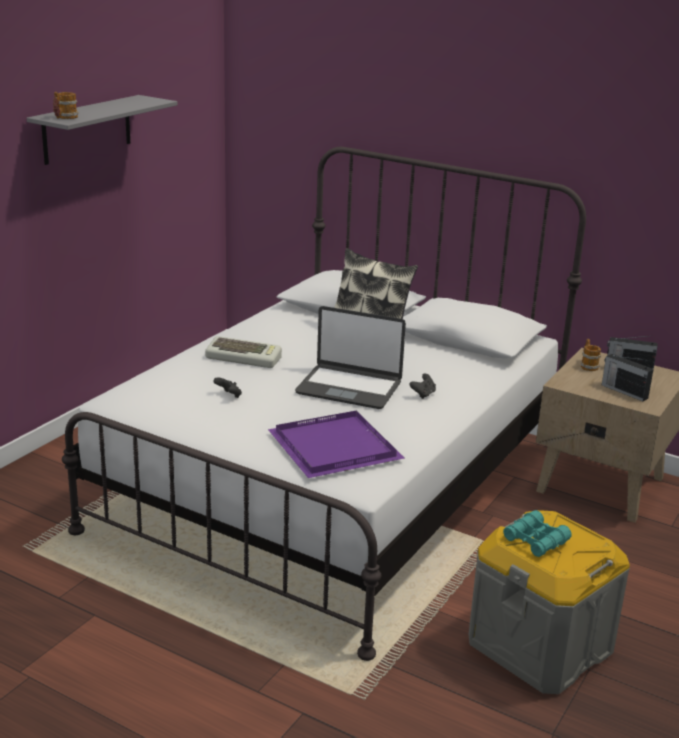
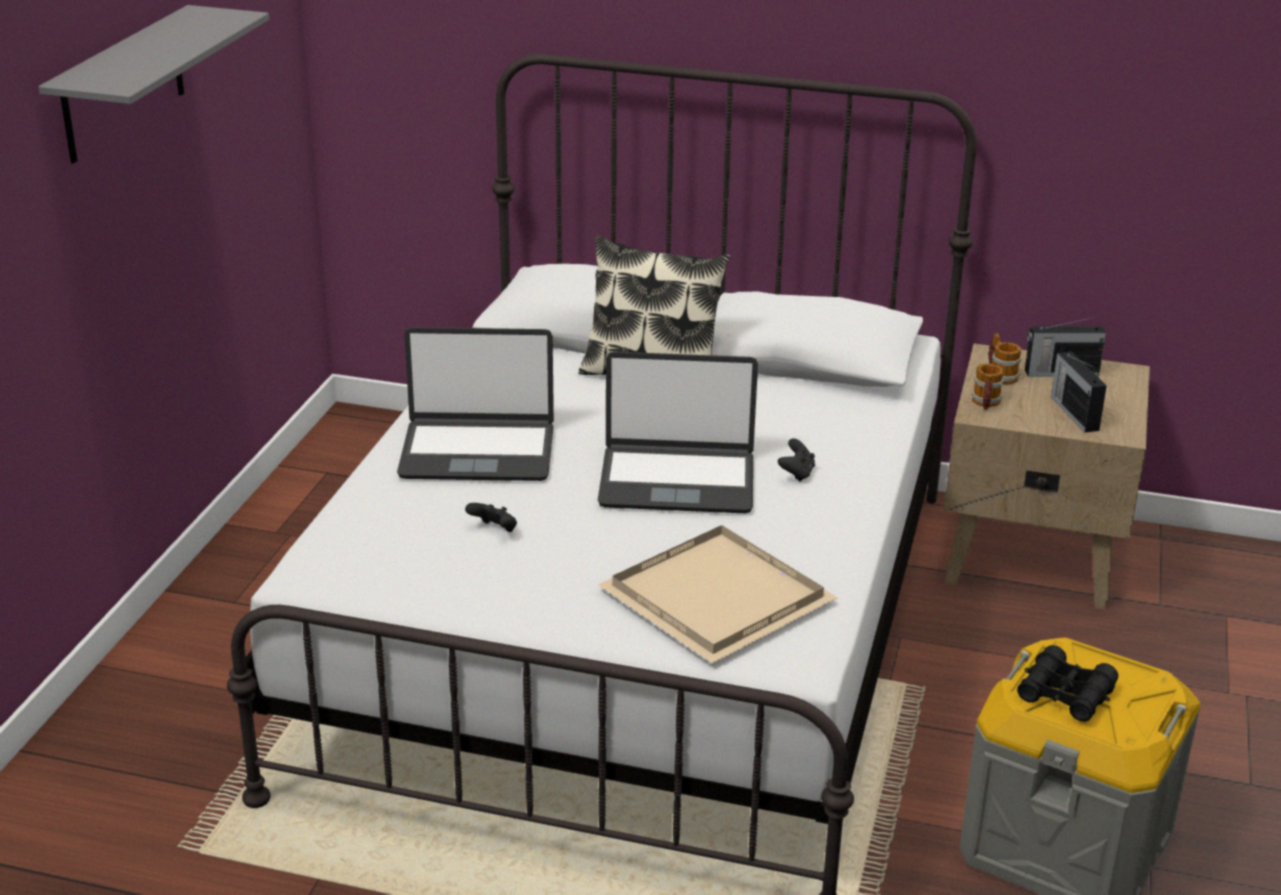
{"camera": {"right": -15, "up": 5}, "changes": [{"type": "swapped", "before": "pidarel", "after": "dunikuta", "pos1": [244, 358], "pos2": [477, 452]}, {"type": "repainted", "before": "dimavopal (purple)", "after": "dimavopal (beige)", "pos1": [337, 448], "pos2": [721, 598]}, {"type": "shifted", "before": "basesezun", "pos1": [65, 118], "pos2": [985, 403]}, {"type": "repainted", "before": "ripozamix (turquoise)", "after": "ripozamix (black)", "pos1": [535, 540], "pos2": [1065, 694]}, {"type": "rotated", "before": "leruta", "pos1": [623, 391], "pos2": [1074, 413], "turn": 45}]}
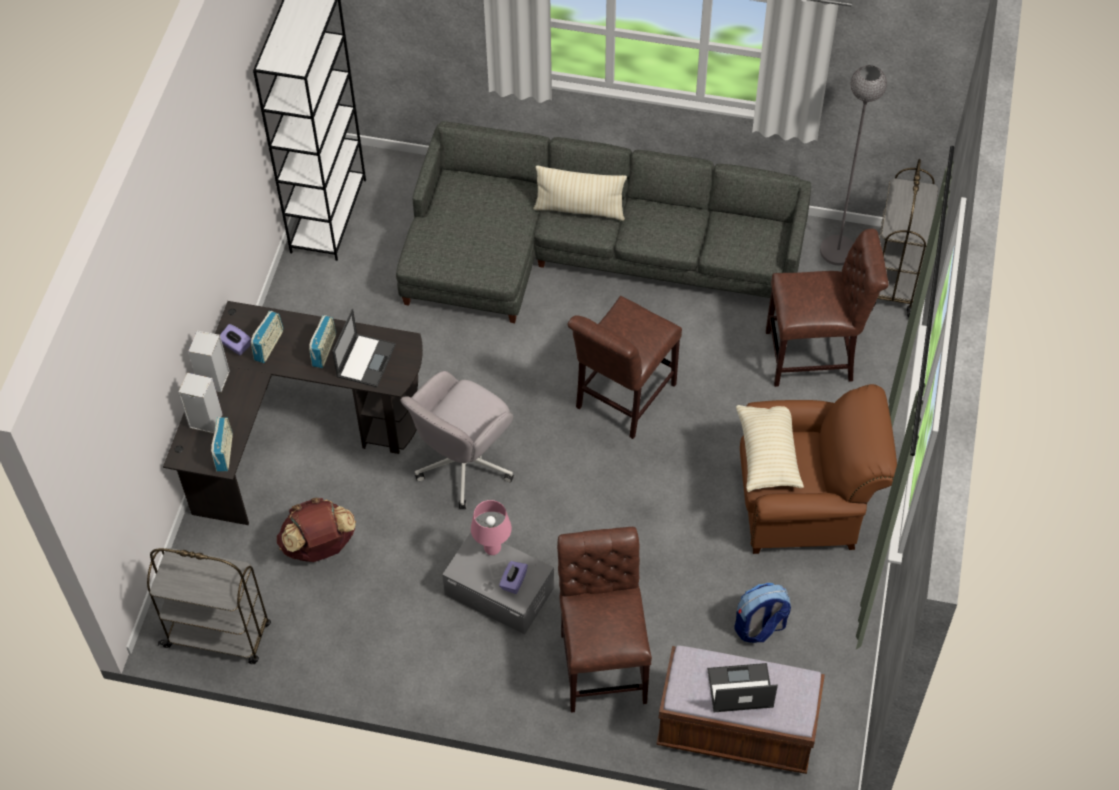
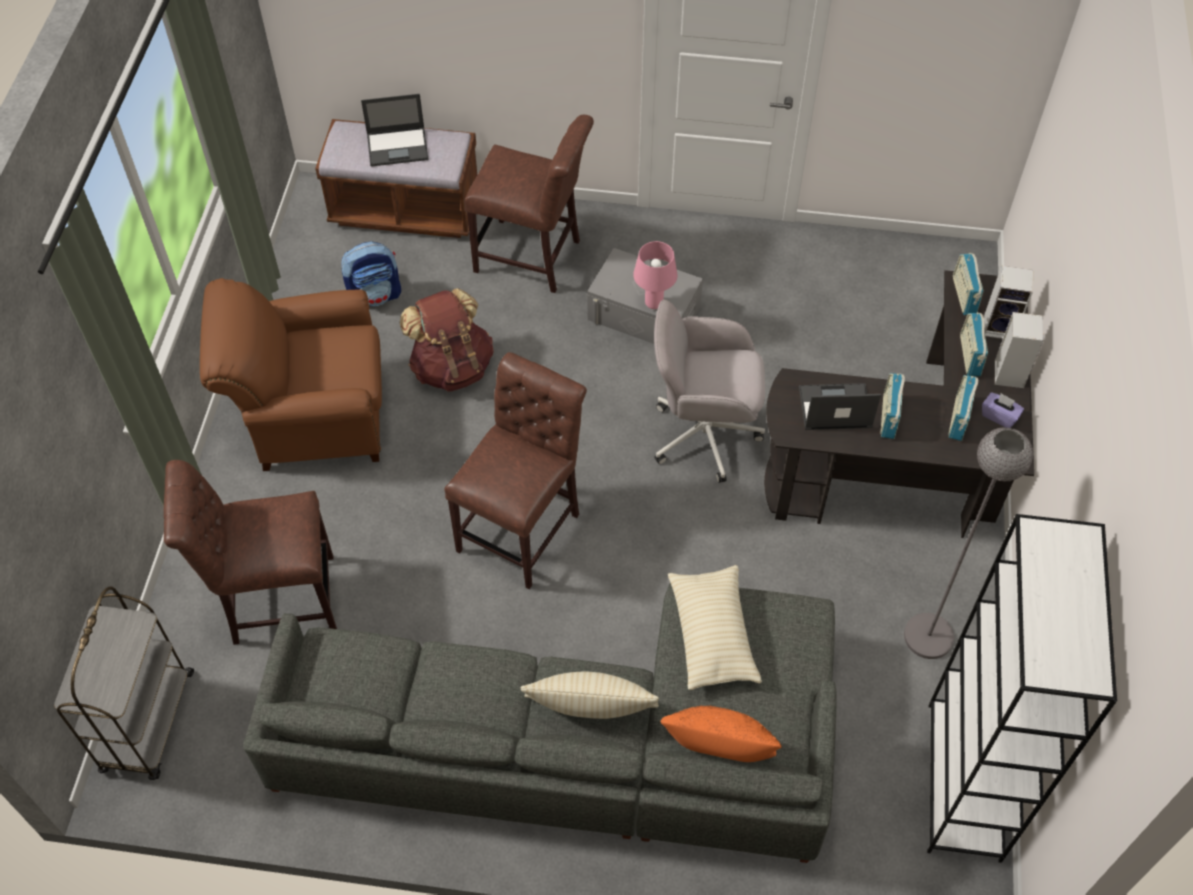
{"camera": {"right": 175, "up": 0}, "changes": [{"type": "shifted", "before": "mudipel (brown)", "pos1": [320, 546], "pos2": [451, 367]}, {"type": "rotated", "before": "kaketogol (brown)", "pos1": [603, 661], "pos2": [533, 258], "turn": -60}, {"type": "rotated", "before": "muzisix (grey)", "pos1": [464, 467], "pos2": [702, 436], "turn": -120}, {"type": "new", "after": "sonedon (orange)", "pos2": [717, 756]}, {"type": "shifted", "before": "sonedon (beige)", "pos1": [768, 454], "pos2": [712, 635]}, {"type": "rotated", "before": "dunikuta", "pos1": [366, 360], "pos2": [834, 407], "turn": 75}, {"type": "shifted", "before": "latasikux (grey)", "pos1": [838, 251], "pos2": [928, 637]}, {"type": "new", "after": "leruta", "pos2": [970, 355]}, {"type": "gone", "before": "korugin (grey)", "pos1": [219, 636]}, {"type": "gone", "before": "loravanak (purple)", "pos1": [513, 582]}]}
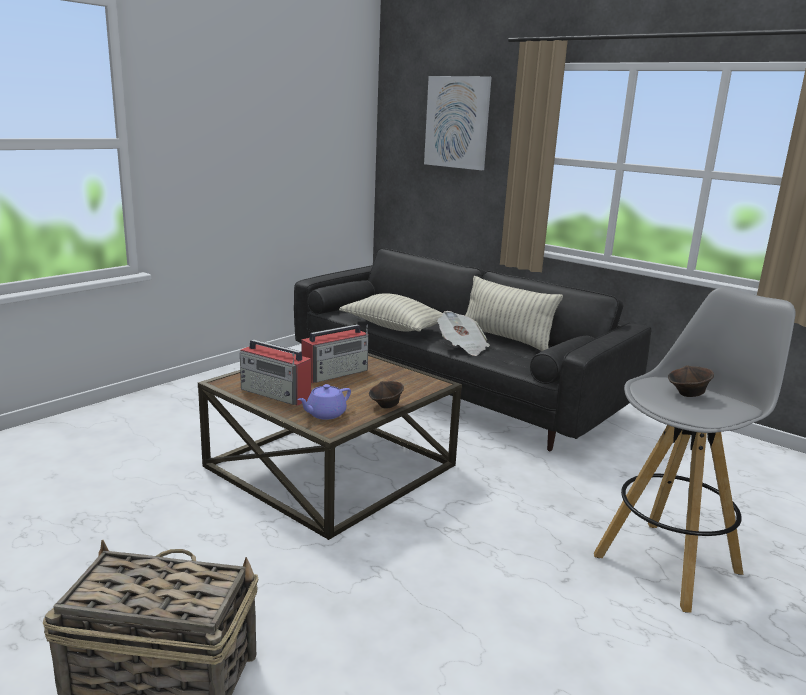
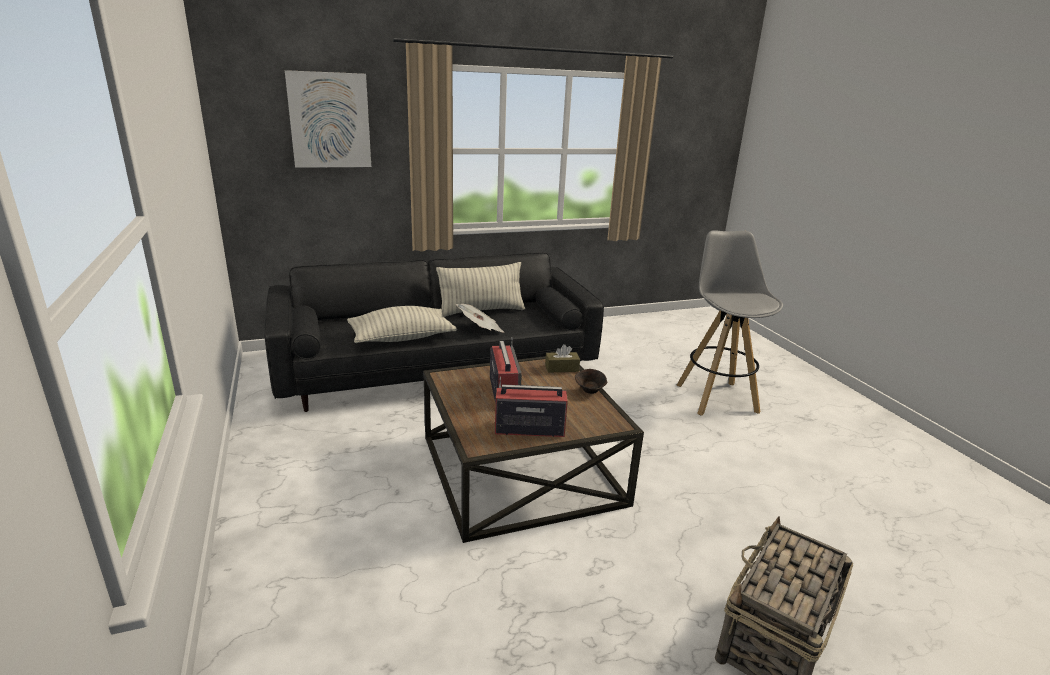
{"camera": {"right": -60, "up": 5}, "changes": [{"type": "rotated", "before": "leruta", "pos1": [276, 394], "pos2": [528, 429], "turn": -150}, {"type": "new", "after": "loravanak (brown)", "pos2": [561, 368]}, {"type": "gone", "before": "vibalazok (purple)", "pos1": [325, 414]}, {"type": "gone", "before": "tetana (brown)", "pos1": [687, 394]}]}
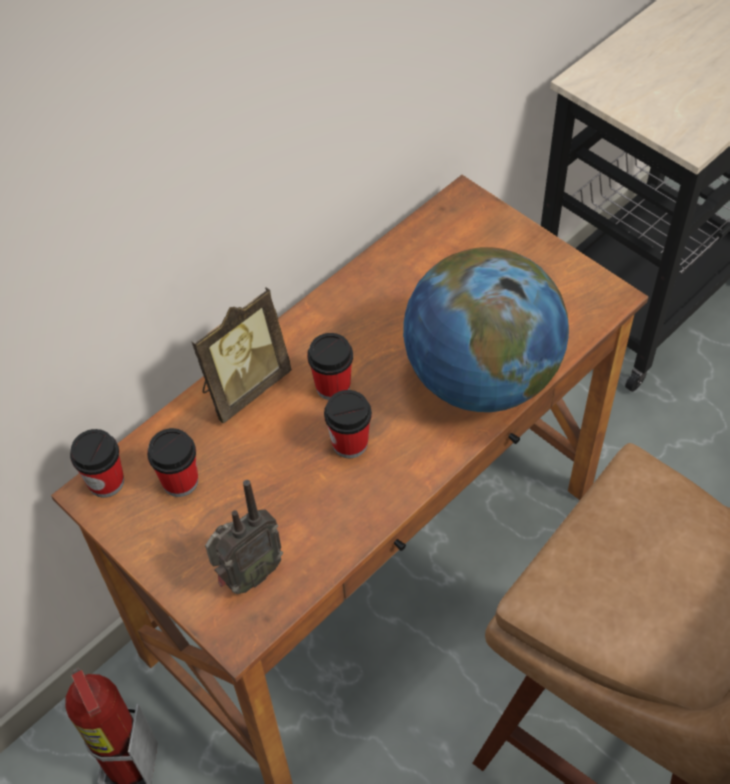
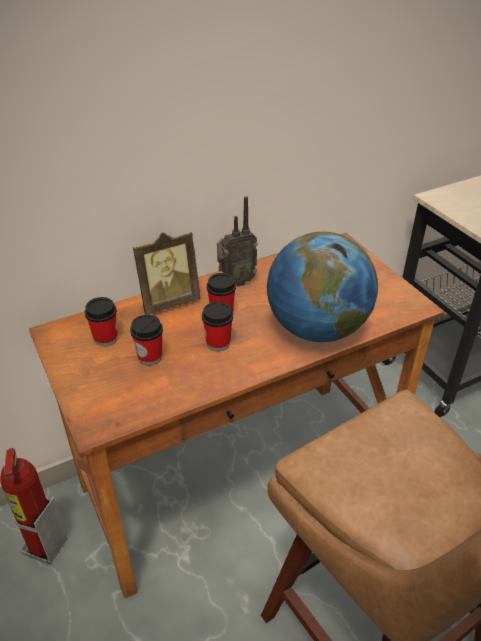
{"camera": {"right": 15, "up": -15}, "changes": [{"type": "shifted", "before": "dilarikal", "pos1": [106, 482], "pos2": [150, 357]}, {"type": "shifted", "before": "leruta", "pos1": [248, 575], "pos2": [235, 282]}]}
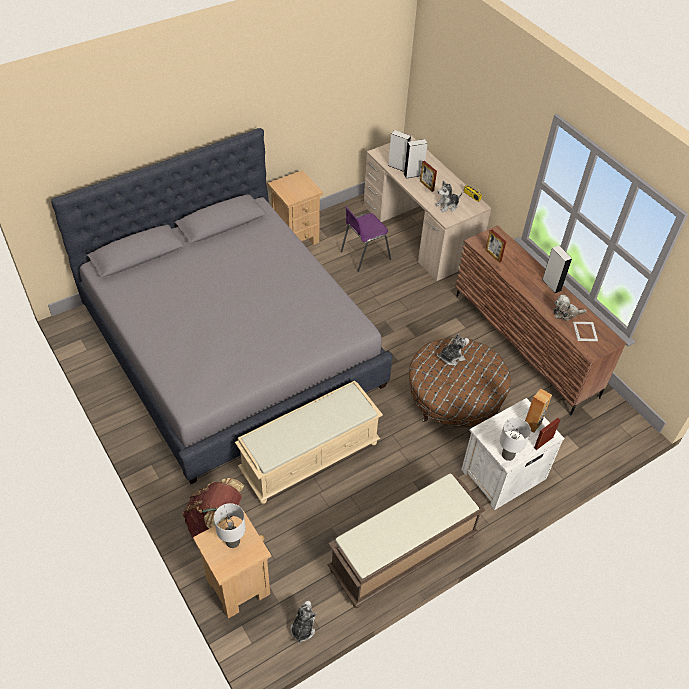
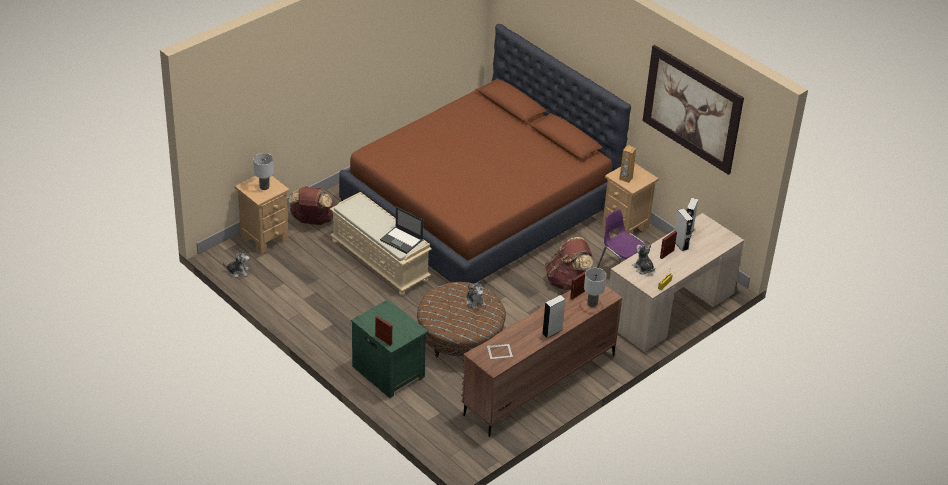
{"camera": {"right": 80, "up": -10}, "changes": [{"type": "repainted", "before": "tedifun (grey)", "after": "tedifun (brown)", "pos1": [231, 345], "pos2": [480, 205]}, {"type": "repainted", "before": "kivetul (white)", "after": "kivetul (green)", "pos1": [502, 474], "pos2": [388, 370]}, {"type": "new", "after": "dunikuta", "pos2": [402, 240]}, {"type": "new", "after": "mudipel (brown)", "pos2": [567, 281]}, {"type": "shifted", "before": "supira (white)", "pos1": [507, 456], "pos2": [592, 303]}, {"type": "shifted", "before": "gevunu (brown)", "pos1": [532, 425], "pos2": [625, 178]}, {"type": "new", "after": "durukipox", "pos2": [692, 109]}, {"type": "gone", "before": "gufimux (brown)", "pos1": [403, 554]}, {"type": "gone", "before": "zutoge", "pos1": [566, 313]}]}
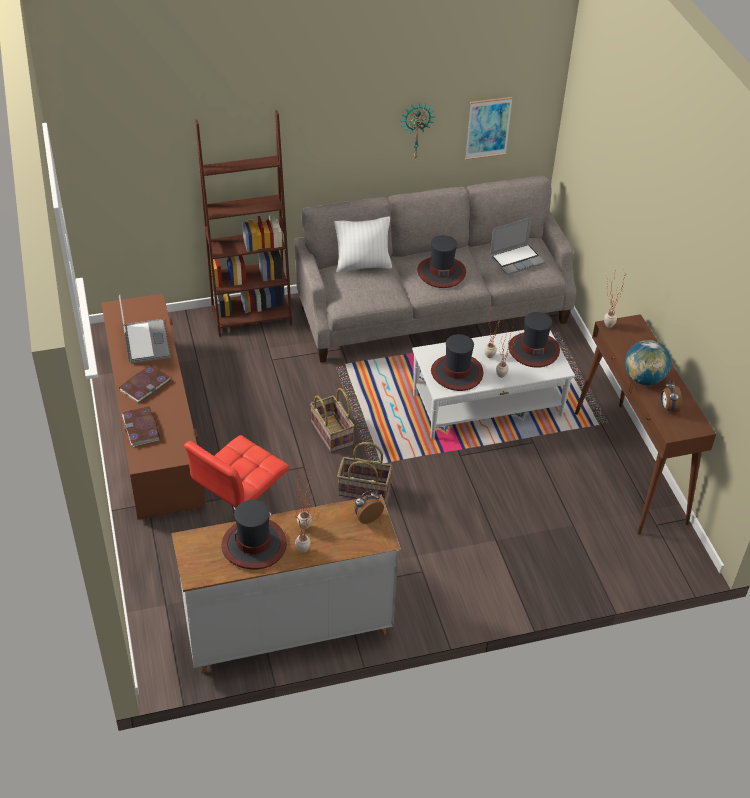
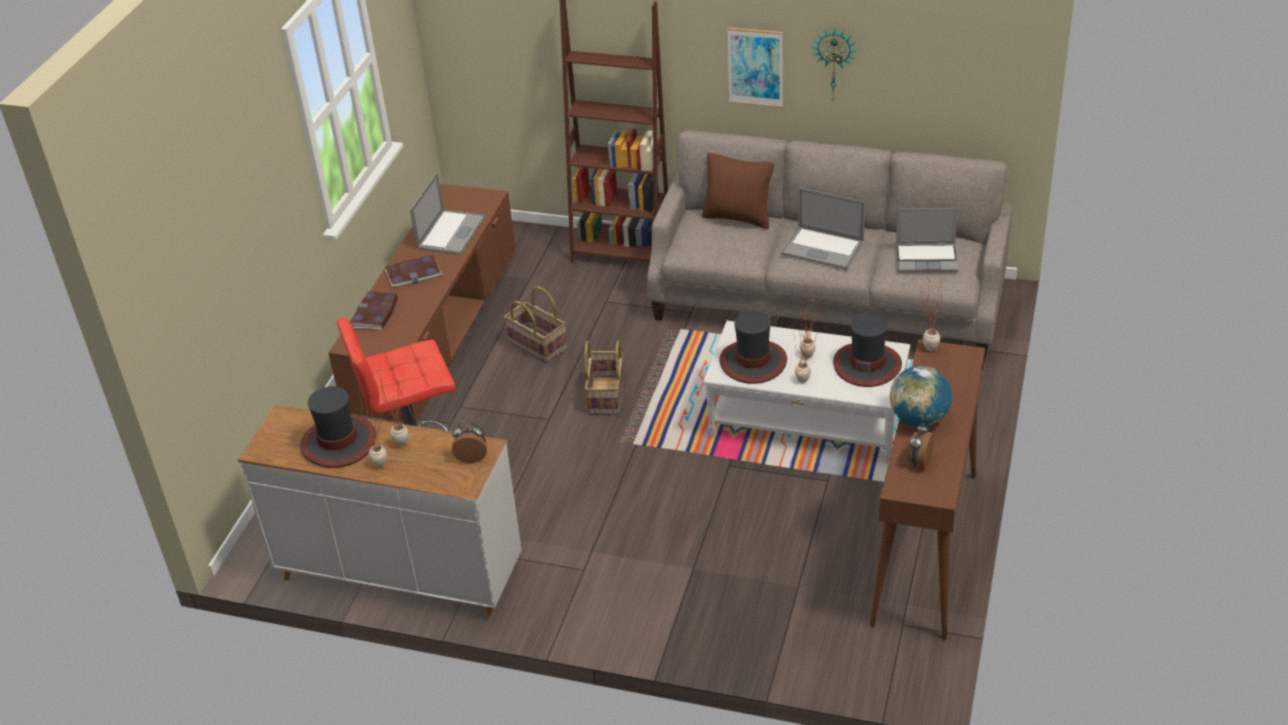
{"camera": {"right": 35, "up": -5}, "changes": [{"type": "shifted", "before": "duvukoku", "pos1": [363, 490], "pos2": [536, 345]}, {"type": "repainted", "before": "sonedon (white)", "after": "sonedon (brown)", "pos1": [363, 265], "pos2": [738, 218]}, {"type": "shifted", "before": "durukipox", "pos1": [488, 128], "pos2": [755, 67]}, {"type": "swapped", "before": "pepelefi", "after": "dunikuta", "pos1": [441, 272], "pos2": [822, 248]}]}
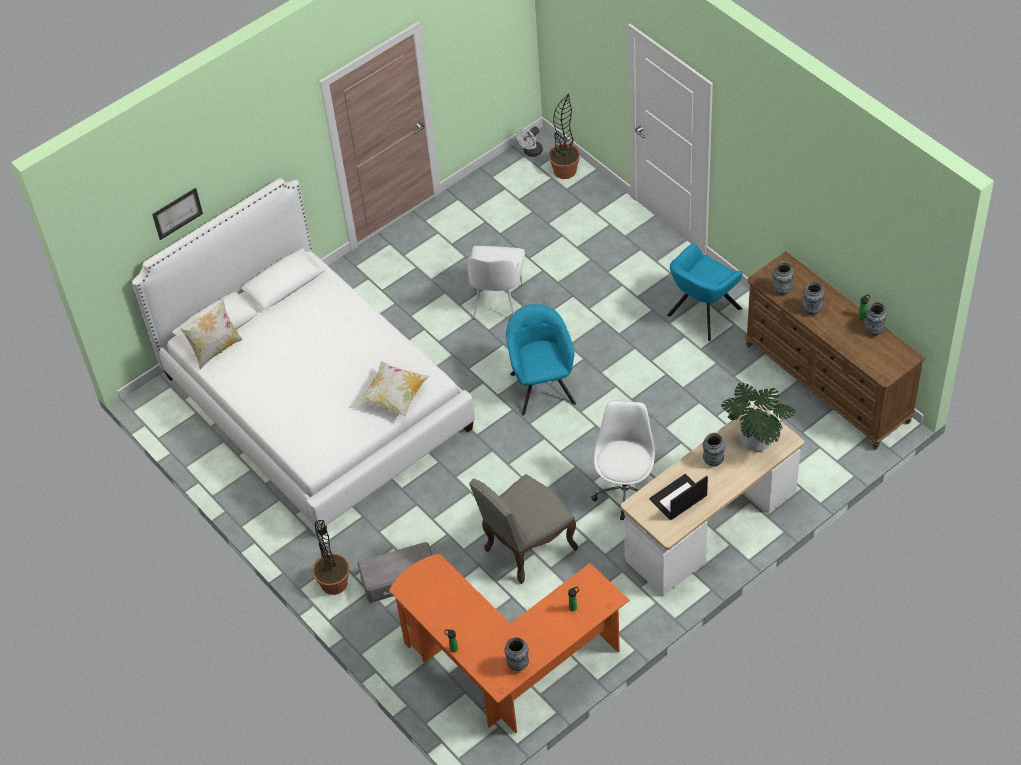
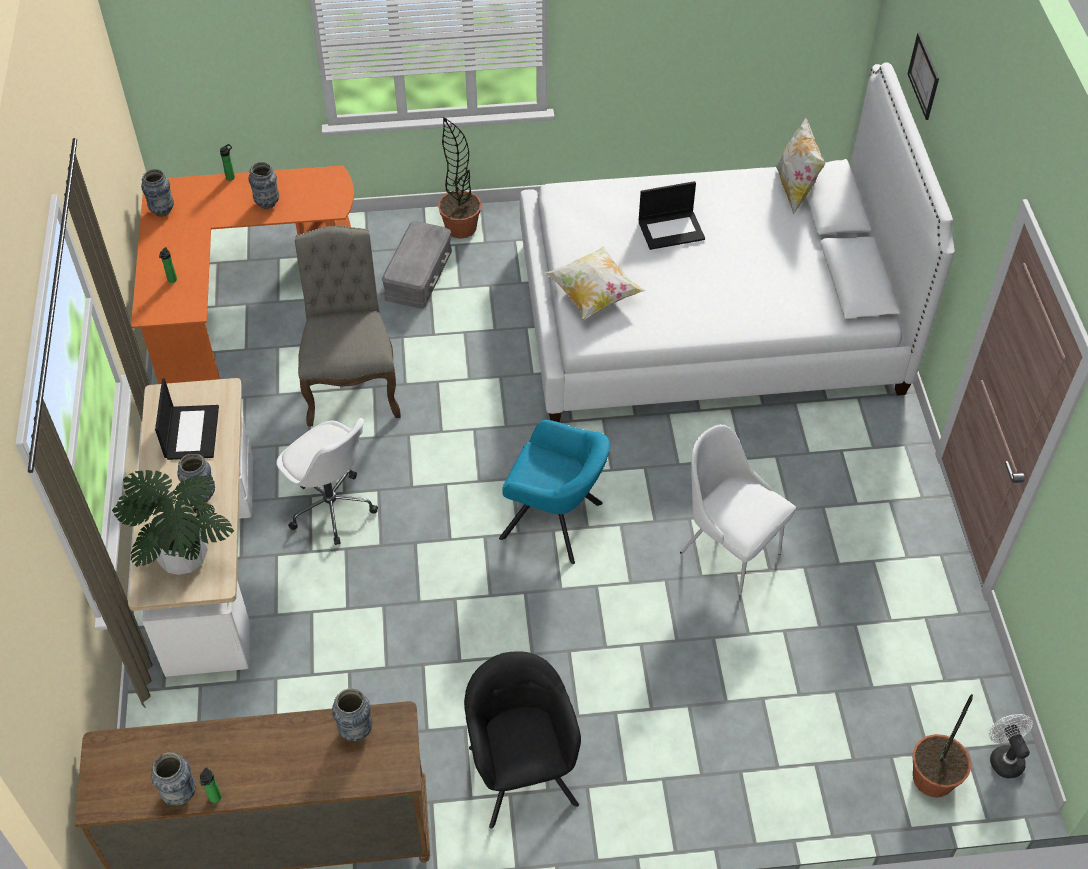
{"camera": {"right": 120, "up": 0}, "changes": [{"type": "shifted", "before": "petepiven", "pos1": [812, 310], "pos2": [267, 203]}, {"type": "repainted", "before": "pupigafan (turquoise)", "after": "pupigafan (black)", "pos1": [702, 314], "pos2": [521, 771]}, {"type": "new", "after": "dunikuta", "pos2": [671, 230]}]}
